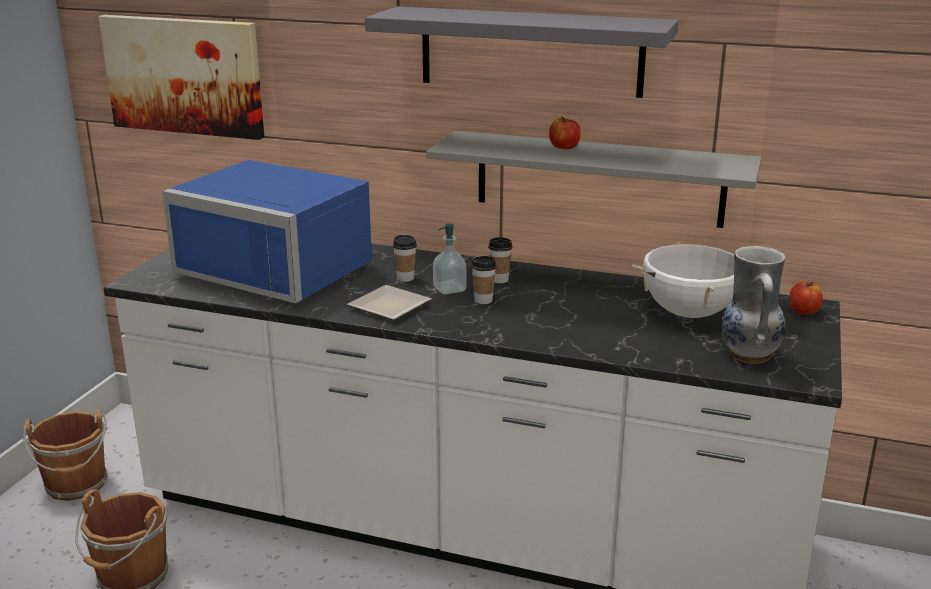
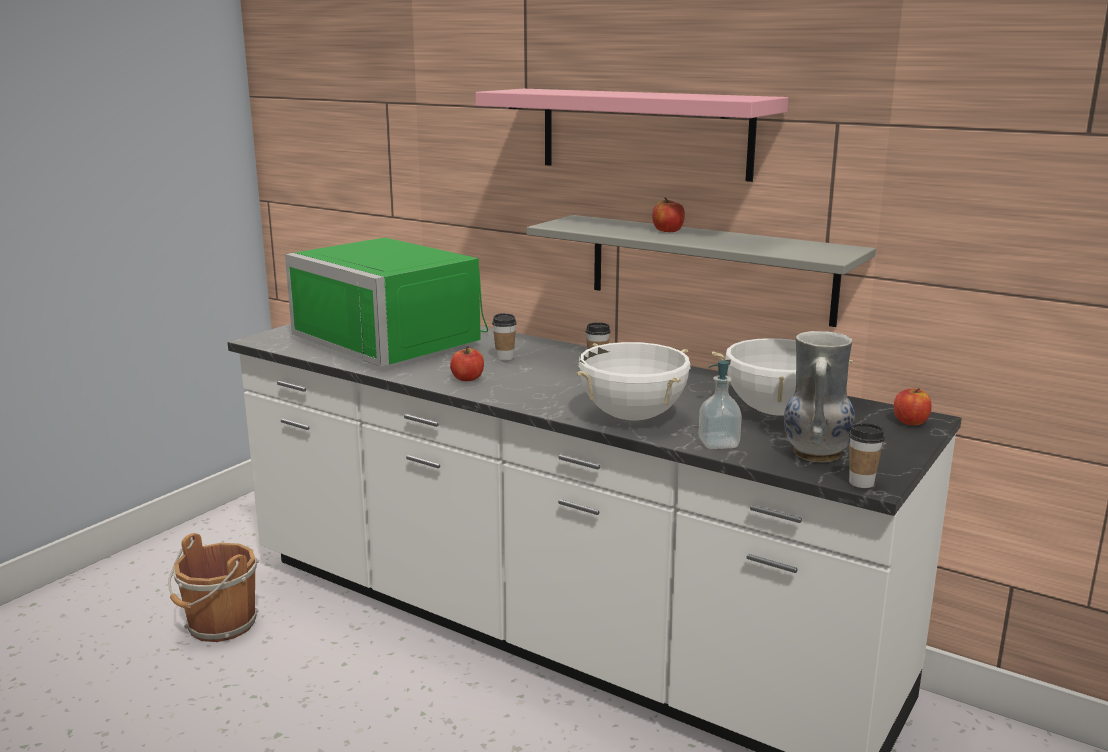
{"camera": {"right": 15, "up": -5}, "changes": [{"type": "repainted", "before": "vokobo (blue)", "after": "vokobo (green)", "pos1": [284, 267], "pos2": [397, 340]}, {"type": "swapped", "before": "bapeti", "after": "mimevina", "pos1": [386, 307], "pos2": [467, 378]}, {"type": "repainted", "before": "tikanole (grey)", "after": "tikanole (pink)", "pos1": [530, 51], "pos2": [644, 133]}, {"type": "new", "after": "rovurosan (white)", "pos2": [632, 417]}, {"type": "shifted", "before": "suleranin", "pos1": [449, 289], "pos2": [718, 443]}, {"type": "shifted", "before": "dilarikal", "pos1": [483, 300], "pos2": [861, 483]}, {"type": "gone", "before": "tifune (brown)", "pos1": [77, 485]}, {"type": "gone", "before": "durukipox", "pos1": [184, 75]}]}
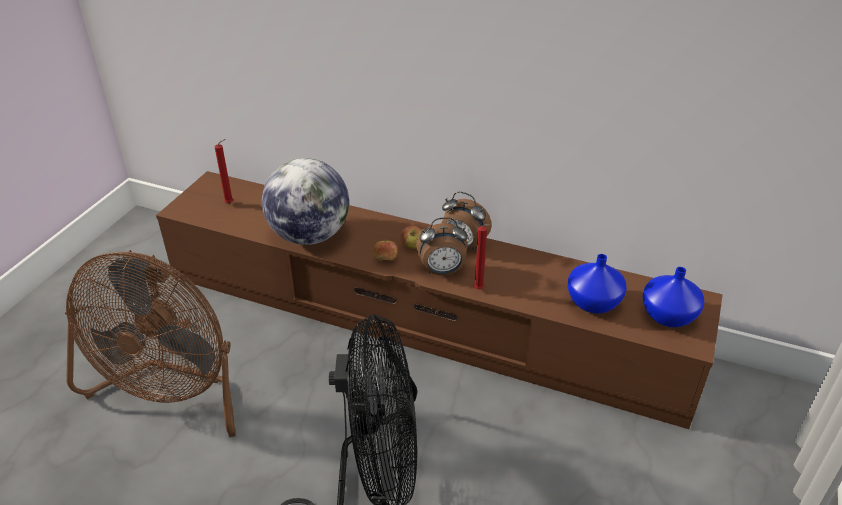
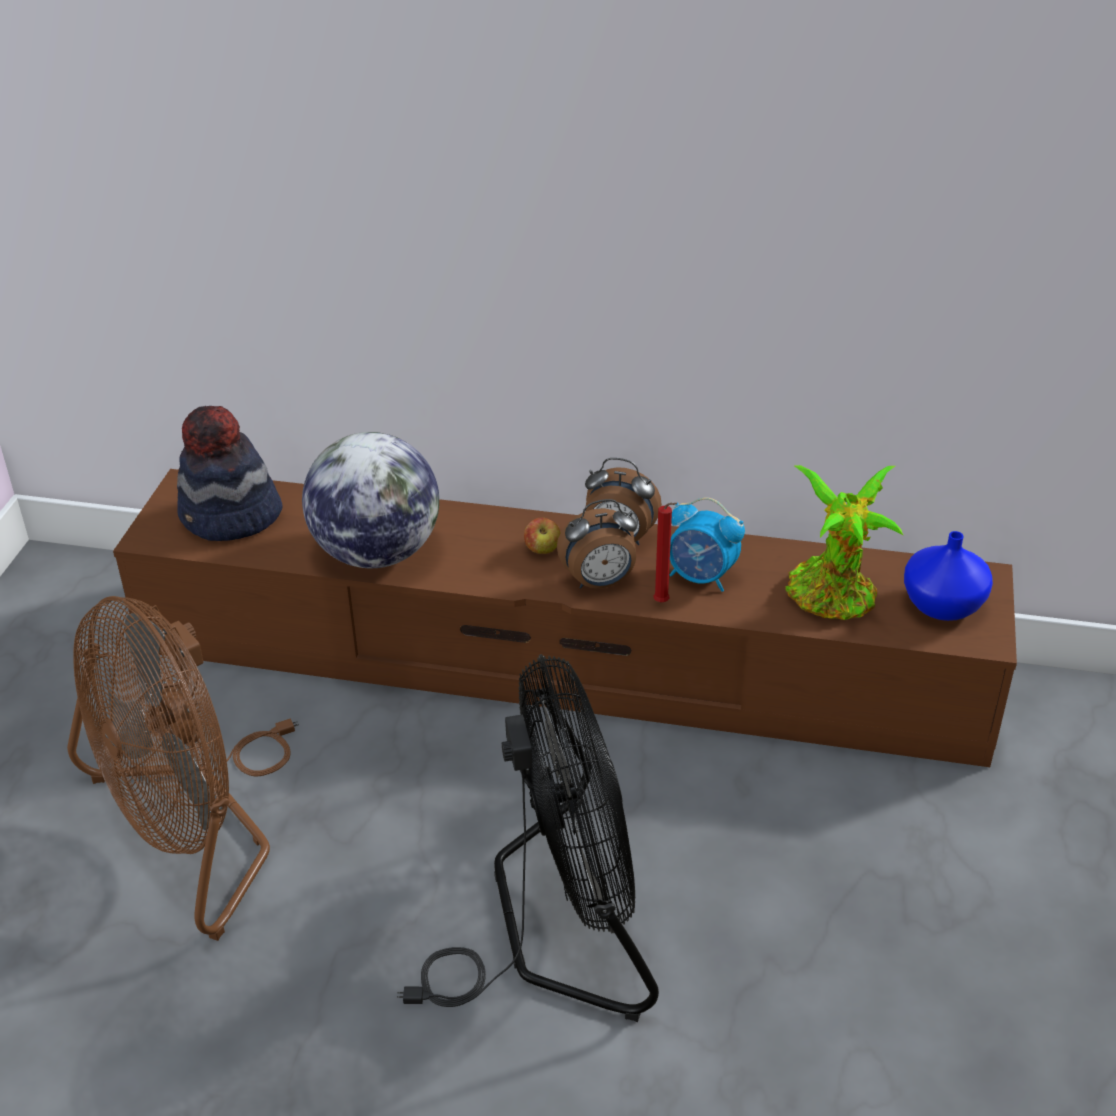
{"camera": {"right": -10, "up": 0}, "changes": [{"type": "rotated", "before": "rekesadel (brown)", "pos1": [171, 389], "pos2": [197, 822], "turn": 45}, {"type": "swapped", "before": "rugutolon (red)", "after": "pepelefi", "pos1": [231, 203], "pos2": [230, 517]}, {"type": "new", "after": "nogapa", "pos2": [702, 577]}, {"type": "swapped", "before": "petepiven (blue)", "after": "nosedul", "pos1": [594, 302], "pos2": [833, 599]}, {"type": "gone", "before": "mimevina", "pos1": [386, 259]}]}
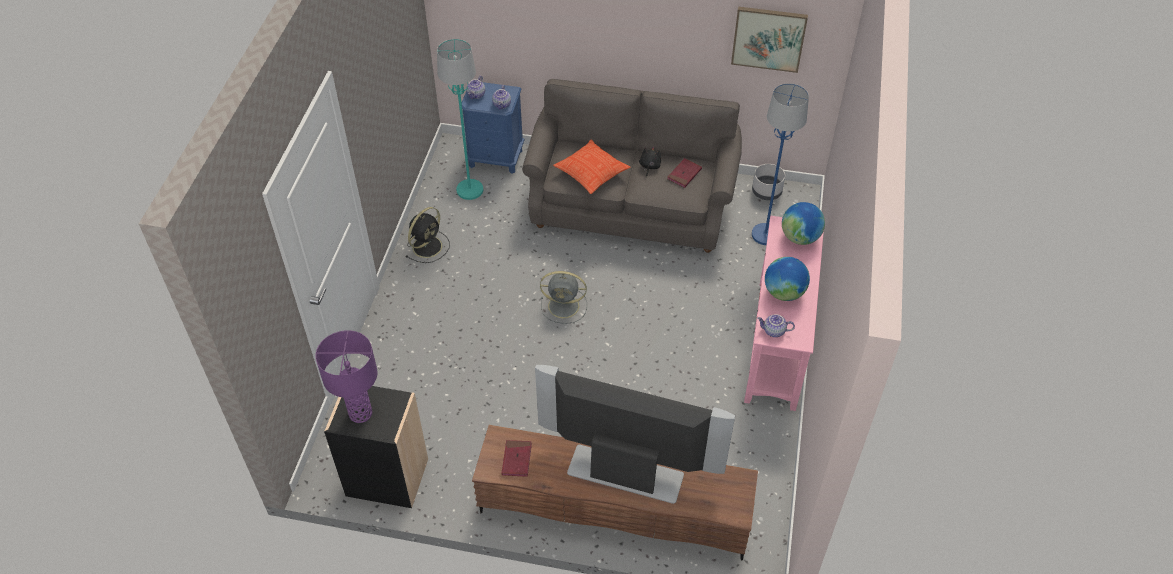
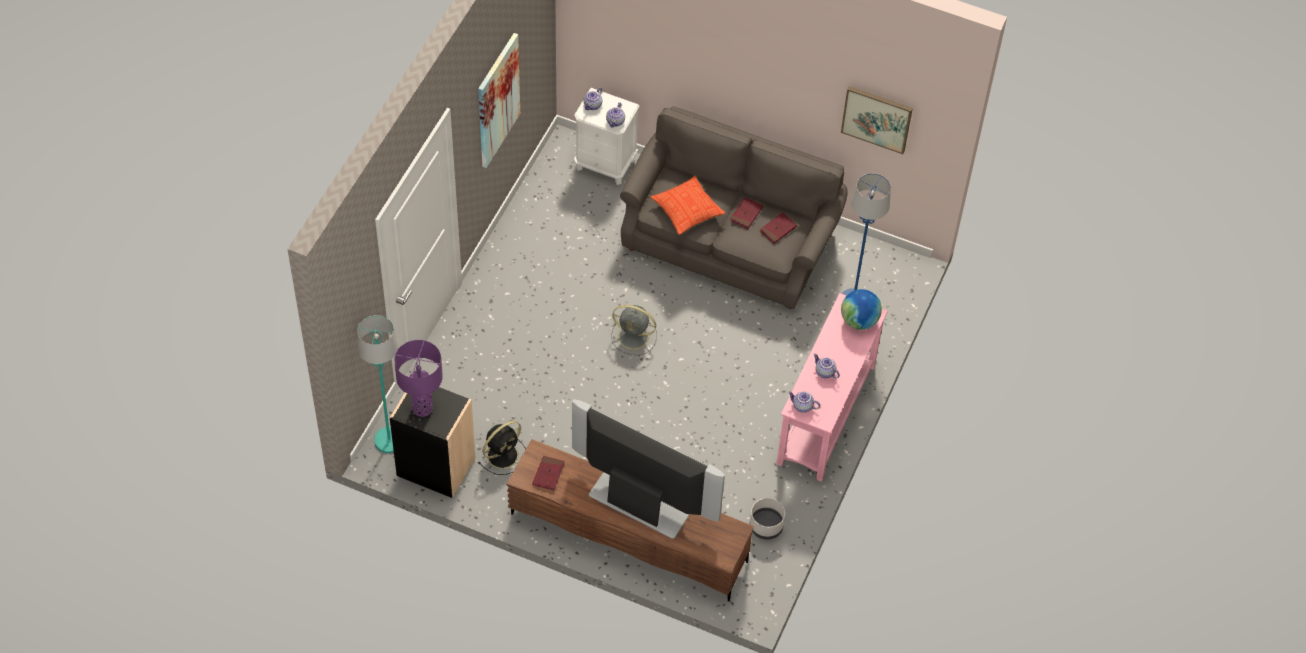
{"camera": {"right": 10, "up": 5}, "changes": [{"type": "shifted", "before": "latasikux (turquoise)", "pos1": [470, 190], "pos2": [389, 440]}, {"type": "new", "after": "durukipox", "pos2": [497, 100]}, {"type": "shifted", "before": "rekesadel (black)", "pos1": [428, 246], "pos2": [503, 454]}, {"type": "repainted", "before": "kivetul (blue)", "after": "kivetul (white)", "pos1": [496, 158], "pos2": [605, 164]}, {"type": "swapped", "before": "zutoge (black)", "after": "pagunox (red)", "pos1": [649, 166], "pos2": [746, 214]}, {"type": "shifted", "before": "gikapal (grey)", "pos1": [767, 191], "pos2": [766, 526]}, {"type": "swapped", "before": "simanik", "after": "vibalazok", "pos1": [784, 293], "pos2": [824, 372]}]}
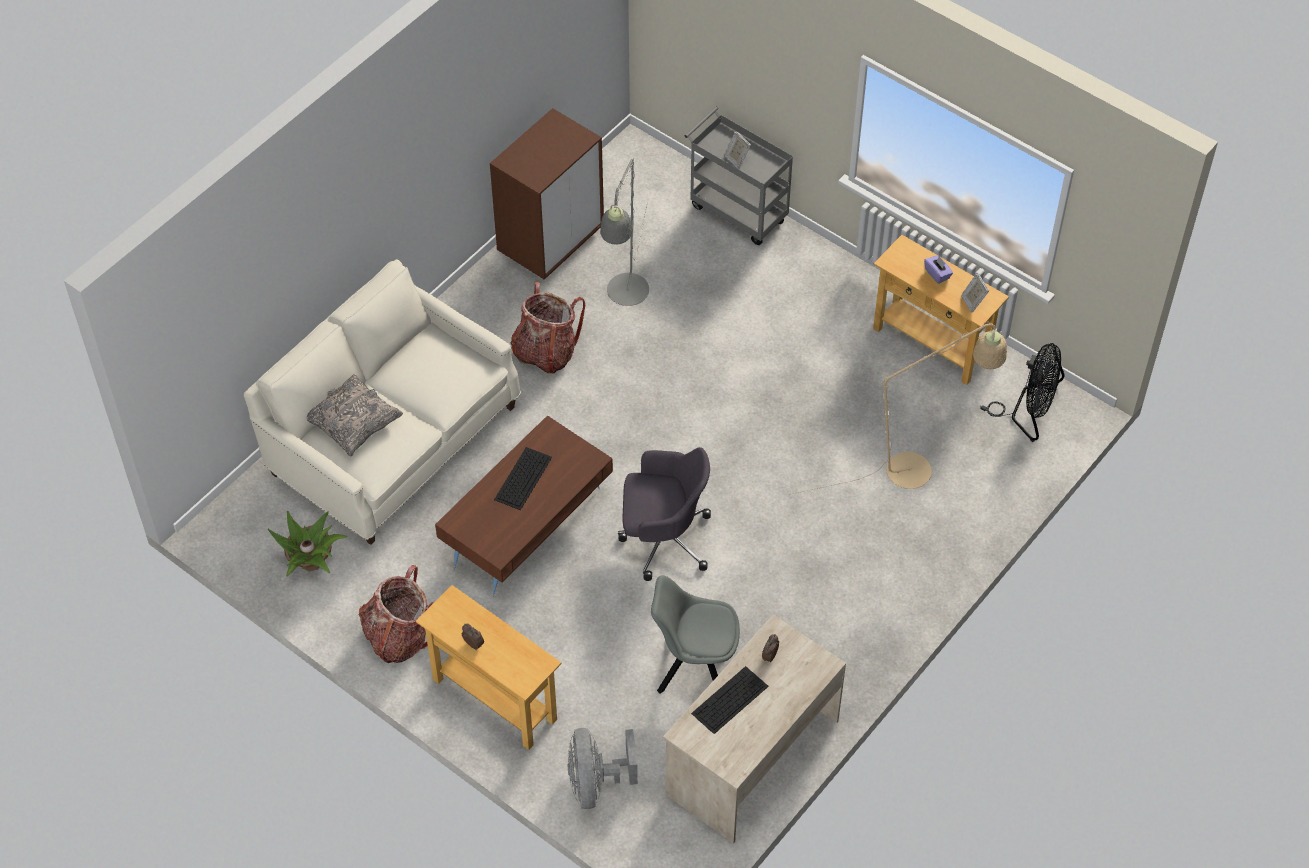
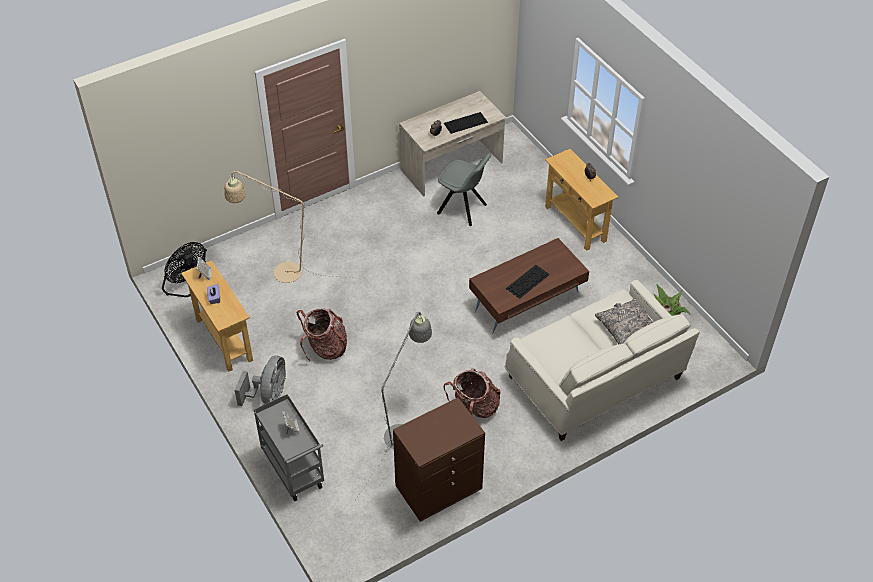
{"camera": {"right": -160, "up": -5}, "changes": [{"type": "shifted", "before": "rekesadel (grey)", "pos1": [596, 783], "pos2": [268, 395]}, {"type": "shifted", "before": "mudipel", "pos1": [400, 636], "pos2": [326, 348]}, {"type": "gone", "before": "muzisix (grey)", "pos1": [663, 539]}]}
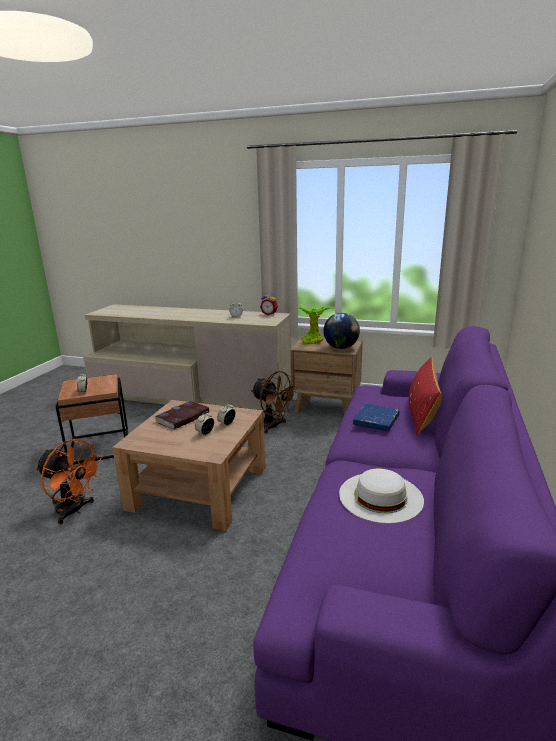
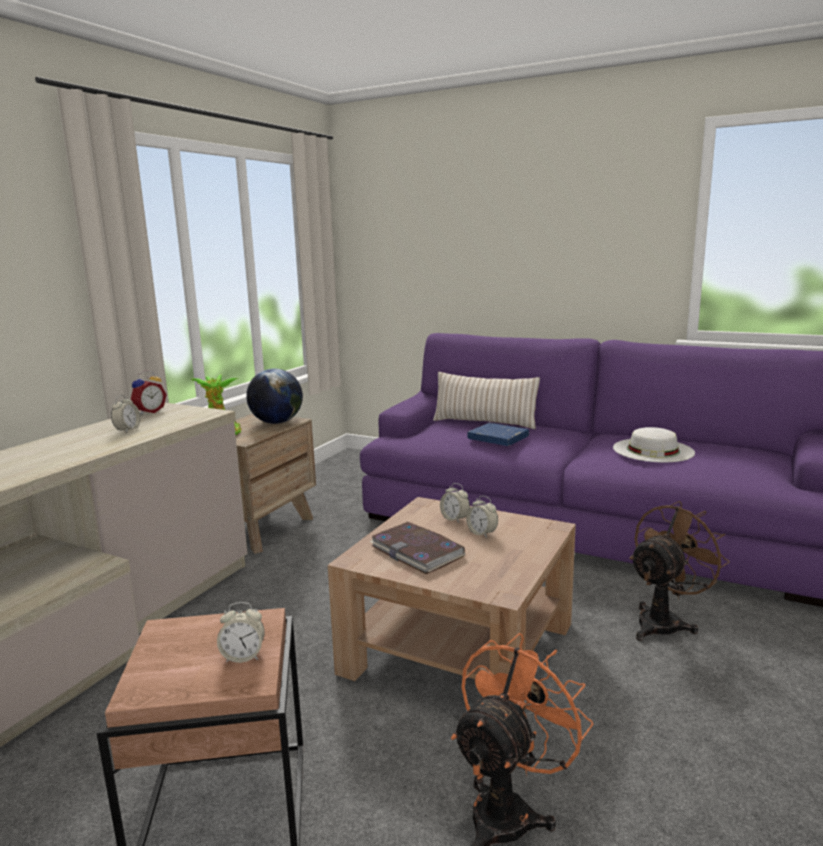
{"camera": {"right": -80, "up": -5}, "changes": [{"type": "repainted", "before": "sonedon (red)", "after": "sonedon (beige)", "pos1": [422, 413], "pos2": [484, 422]}, {"type": "shifted", "before": "rekesadel (brown)", "pos1": [273, 426], "pos2": [664, 621]}]}
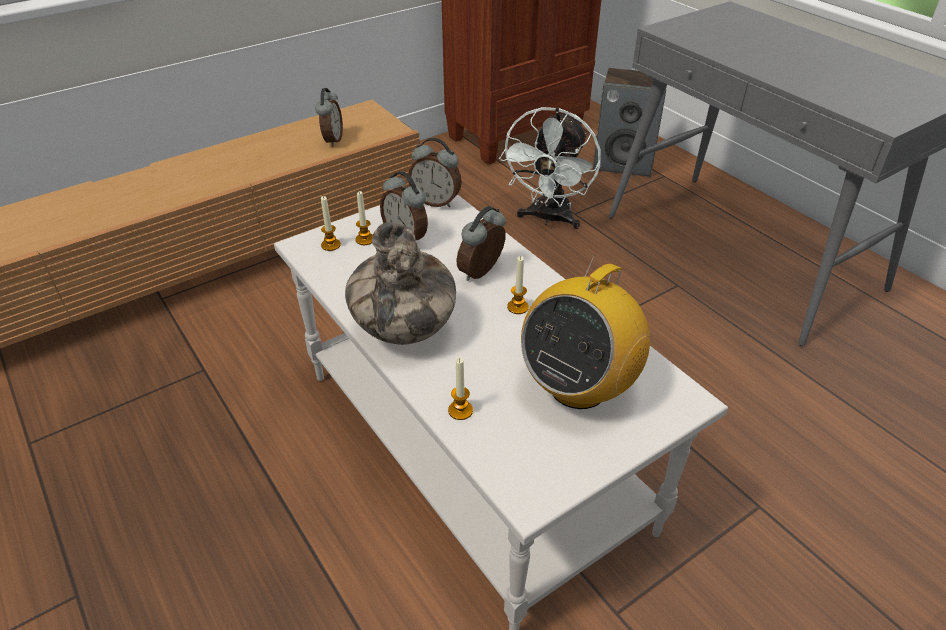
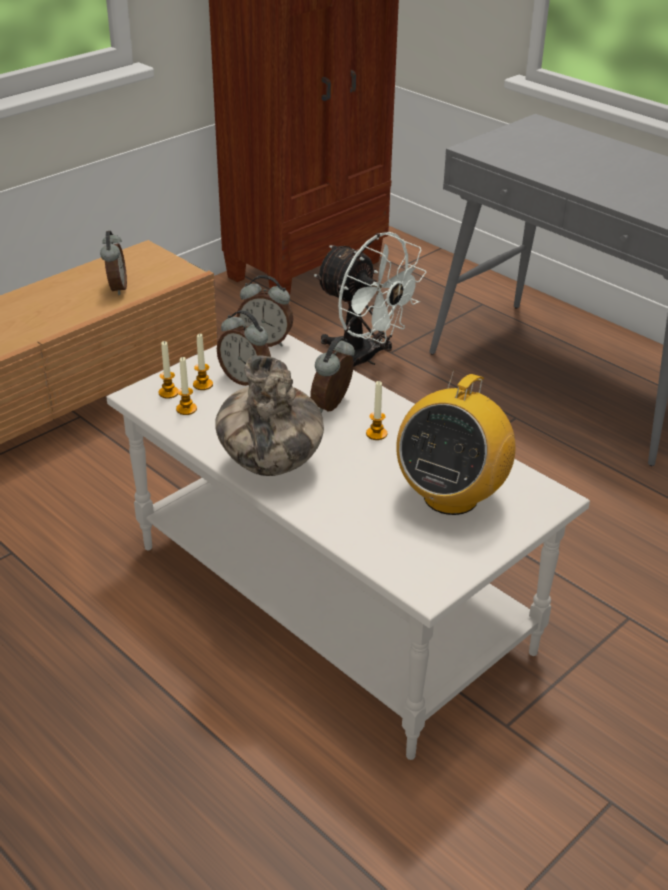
{"camera": {"right": -10, "up": -5}, "changes": [{"type": "shifted", "before": "rugutolon", "pos1": [460, 410], "pos2": [186, 409]}, {"type": "rotated", "before": "rekesadel (white)", "pos1": [549, 219], "pos2": [363, 360], "turn": -60}, {"type": "gone", "before": "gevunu", "pos1": [624, 163]}]}
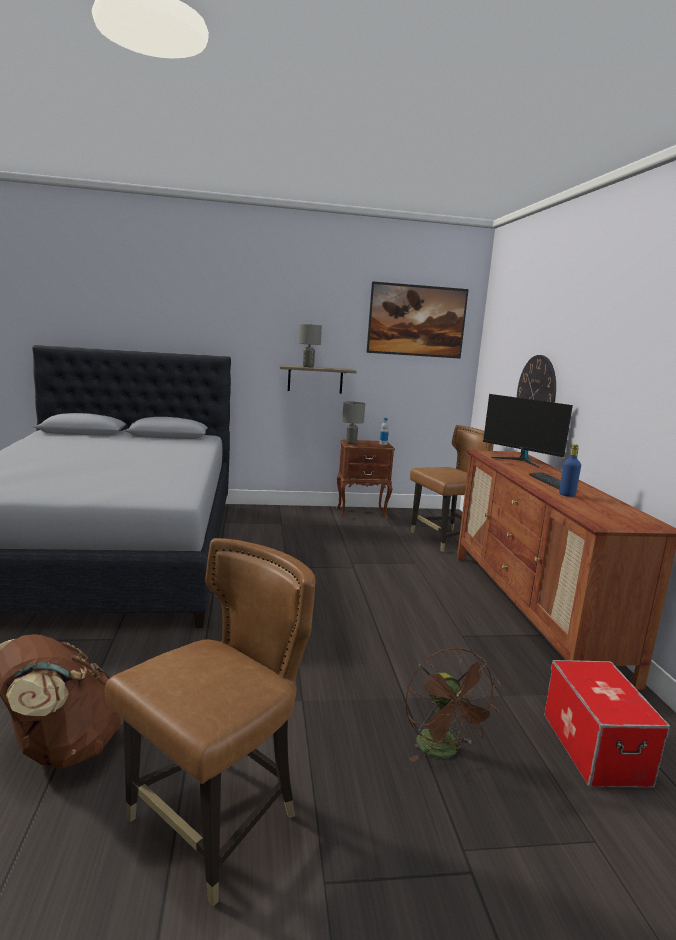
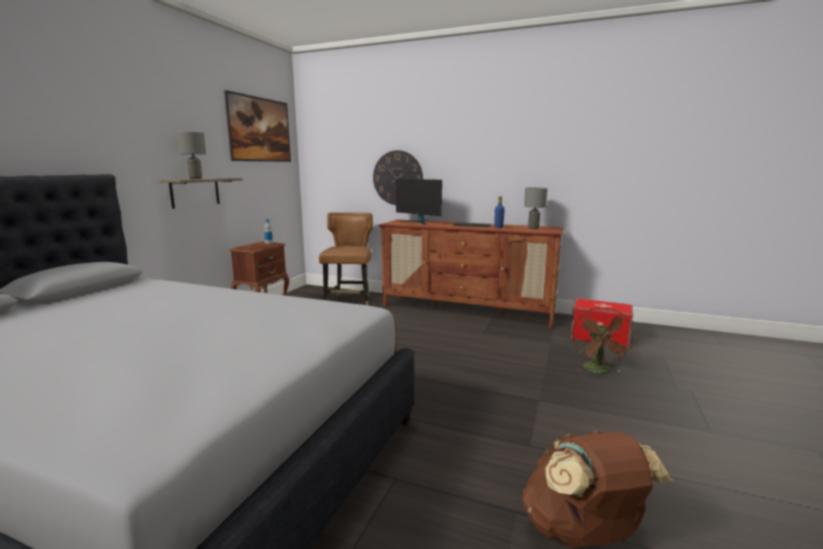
{"camera": {"right": -60, "up": 0}, "changes": [{"type": "rotated", "before": "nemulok", "pos1": [521, 460], "pos2": [419, 222], "turn": 60}, {"type": "shifted", "before": "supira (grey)", "pos1": [352, 443], "pos2": [534, 228]}, {"type": "rotated", "before": "rekesadel (brown)", "pos1": [443, 751], "pos2": [599, 371], "turn": 90}, {"type": "gone", "before": "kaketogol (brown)", "pos1": [215, 823]}]}
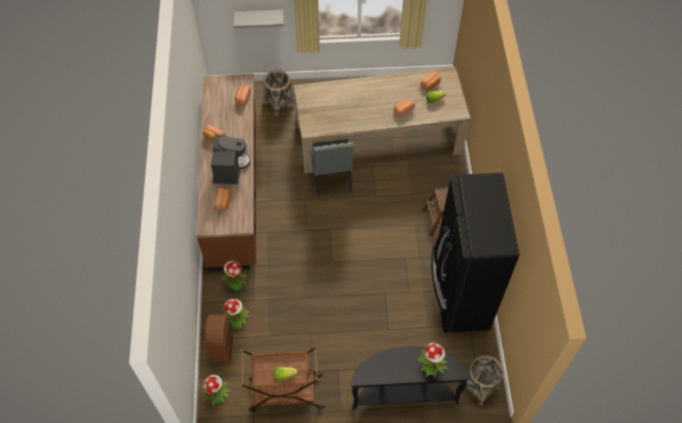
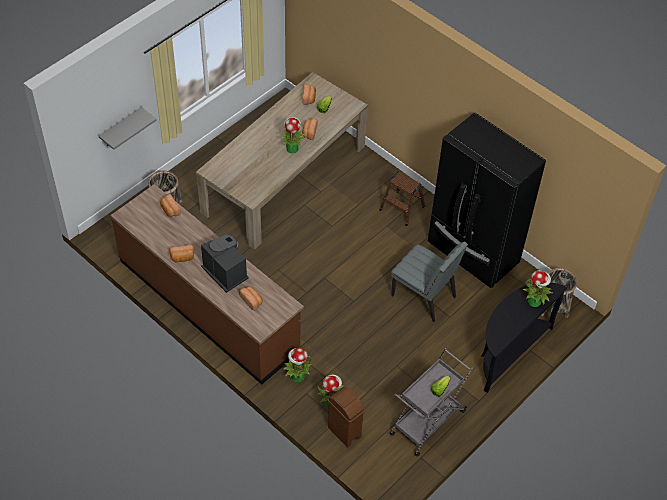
{"camera": {"right": -45, "up": -5}, "changes": [{"type": "shifted", "before": "nosedul", "pos1": [218, 396], "pos2": [292, 148]}, {"type": "repainted", "before": "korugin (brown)", "after": "korugin (grey)", "pos1": [285, 394], "pos2": [427, 423]}, {"type": "shifted", "before": "kaketogol (grey)", "pos1": [330, 175], "pos2": [423, 296]}]}
